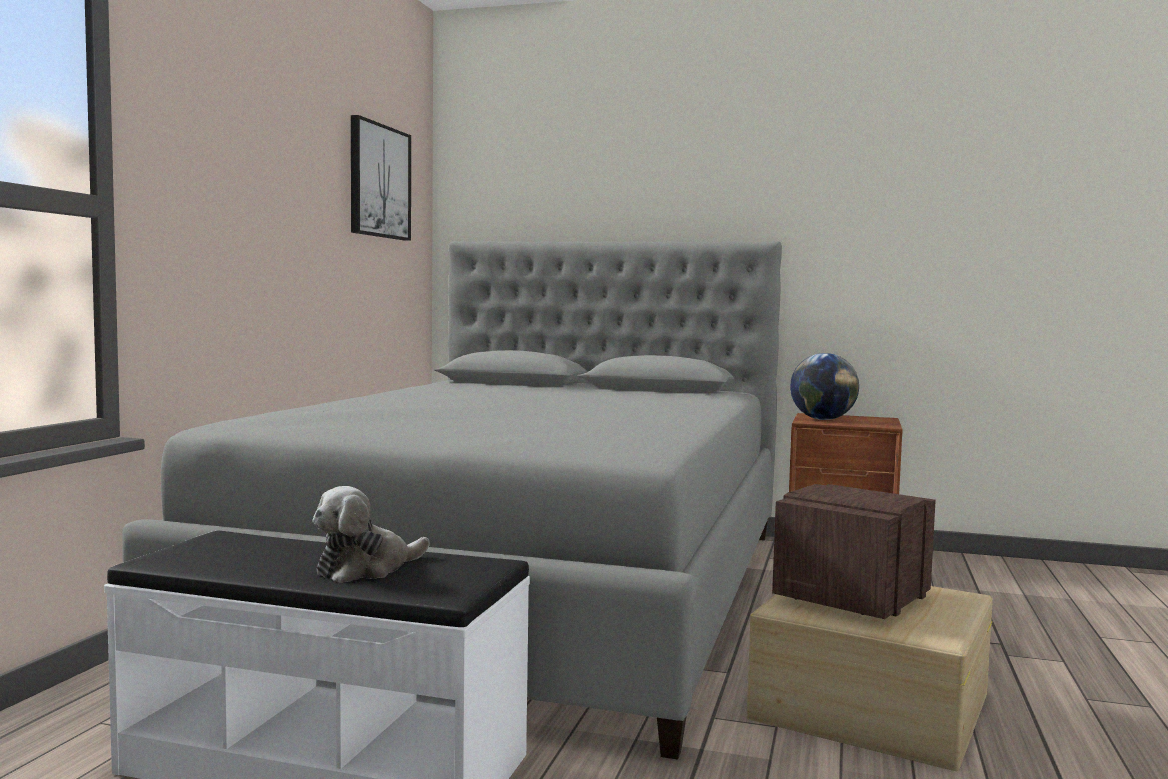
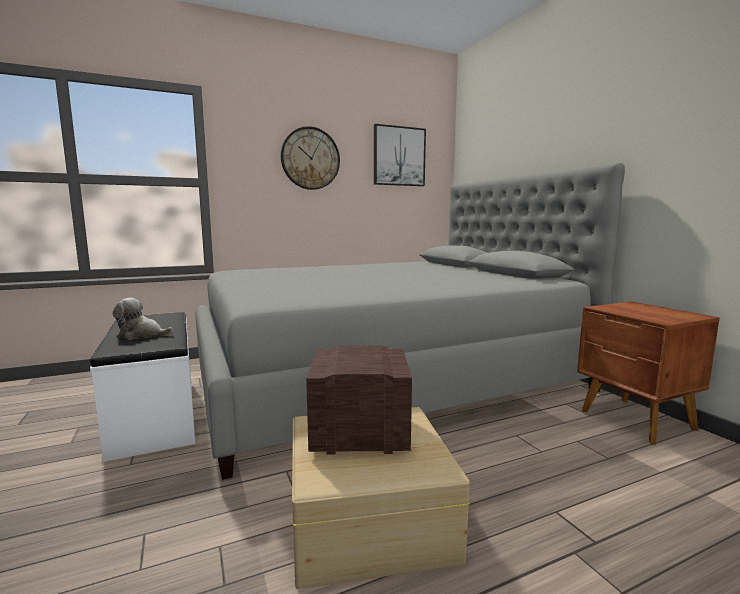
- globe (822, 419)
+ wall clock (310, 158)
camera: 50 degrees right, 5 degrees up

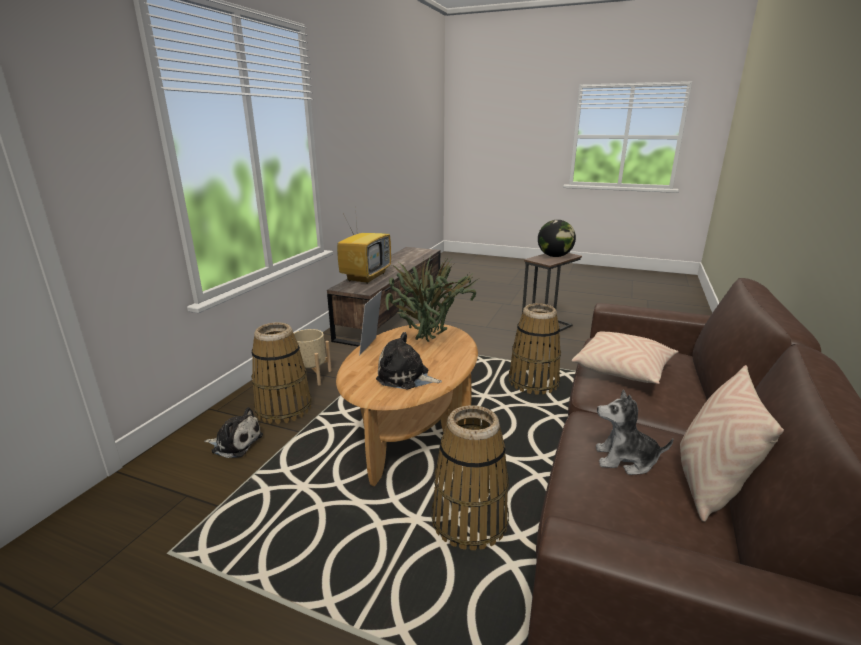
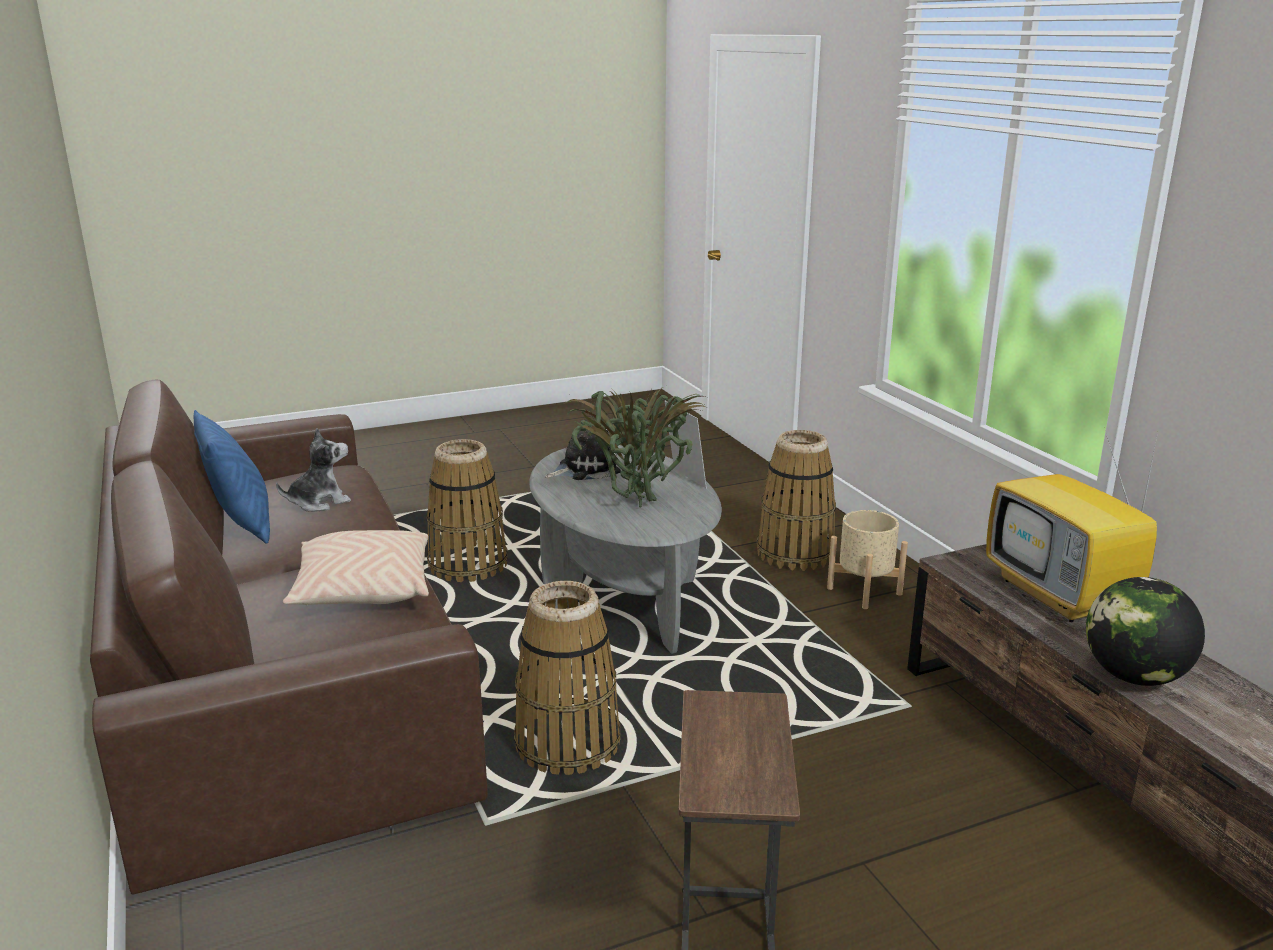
~ globe (554, 256) to (1134, 676)
~ brown coffee table (412, 432) to grey coffee table (622, 596)
~ beige pillow (707, 484) to blue pillow (242, 524)
- plush toy (235, 443)
camera: 135 degrees right, 0 degrees up

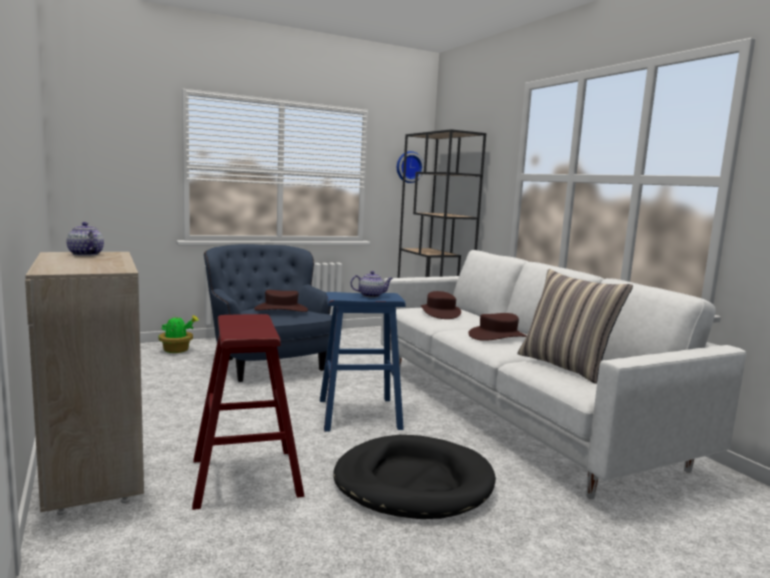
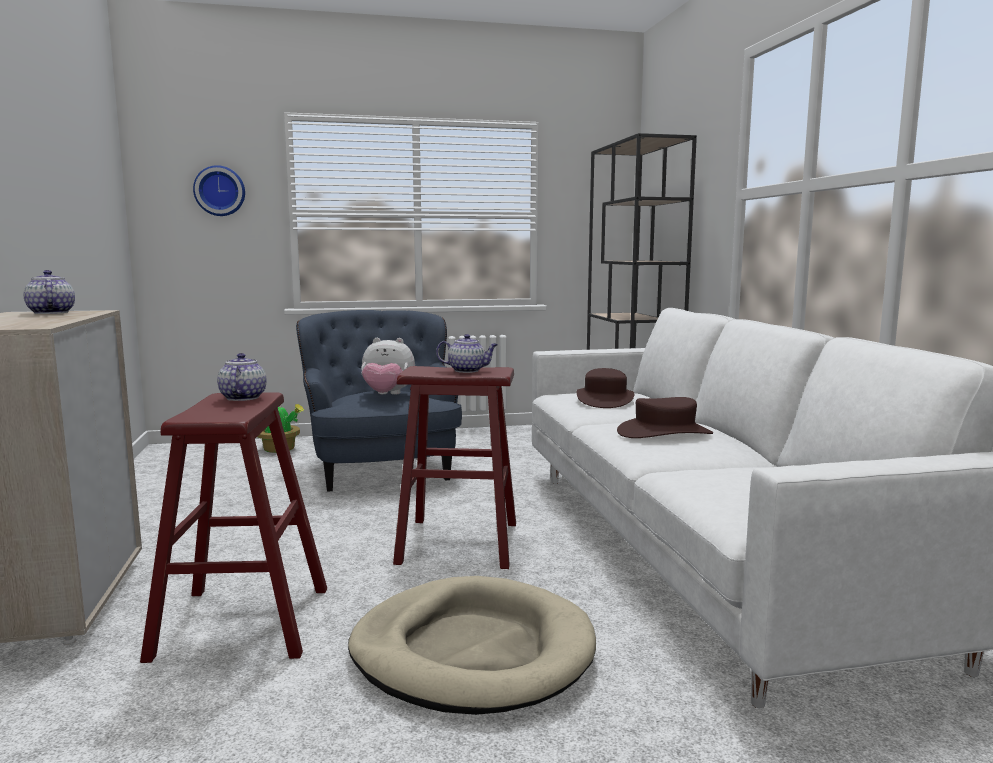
~ wall clock (409, 167) to (220, 191)
- pillow (566, 366)
~ brown hat (281, 309) to plush toy (387, 395)
~ blue stool (359, 414) to red stool (459, 542)
~ black dog bed (413, 483) to beige dog bed (472, 651)
+ teapot (242, 397)
camera: 15 degrees right, 0 degrees up

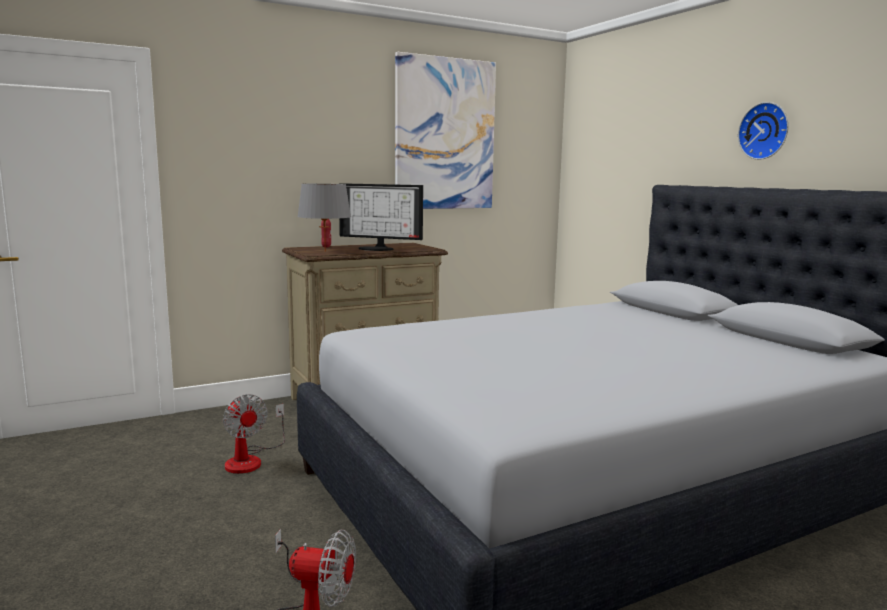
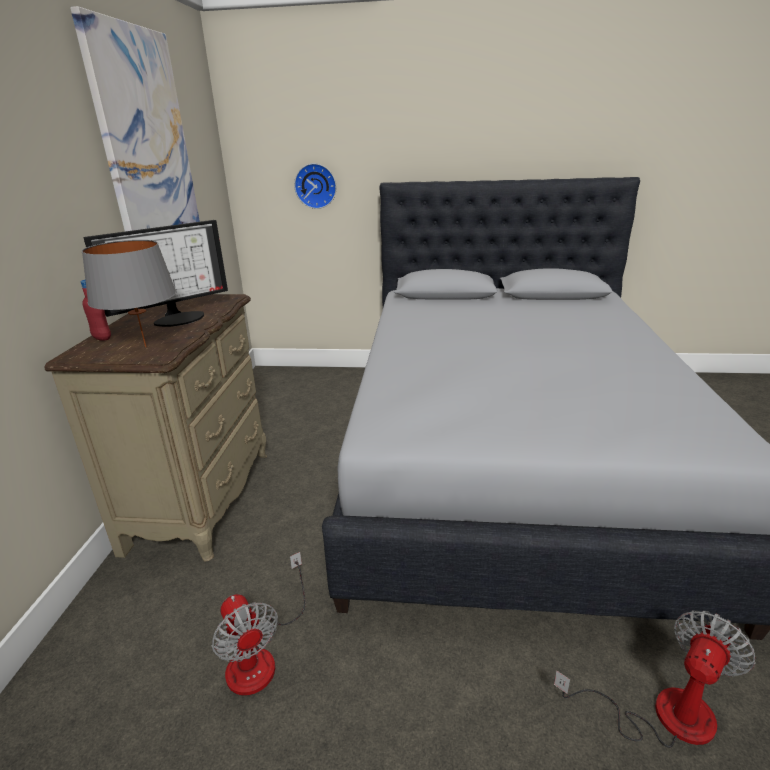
~ wall clock (765, 131) to (316, 186)
~ fan (250, 460) = (261, 655) 60 degrees clockwise
camera: 55 degrees left, 15 degrees up

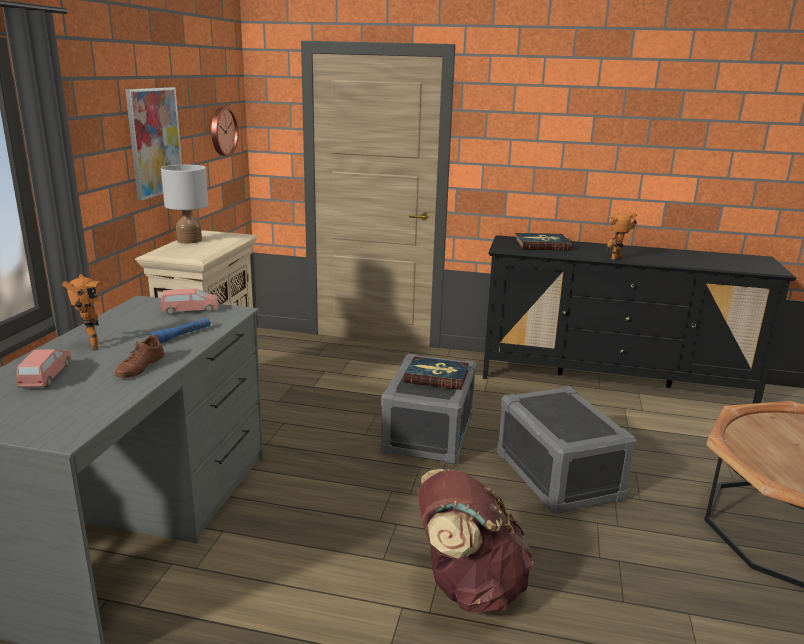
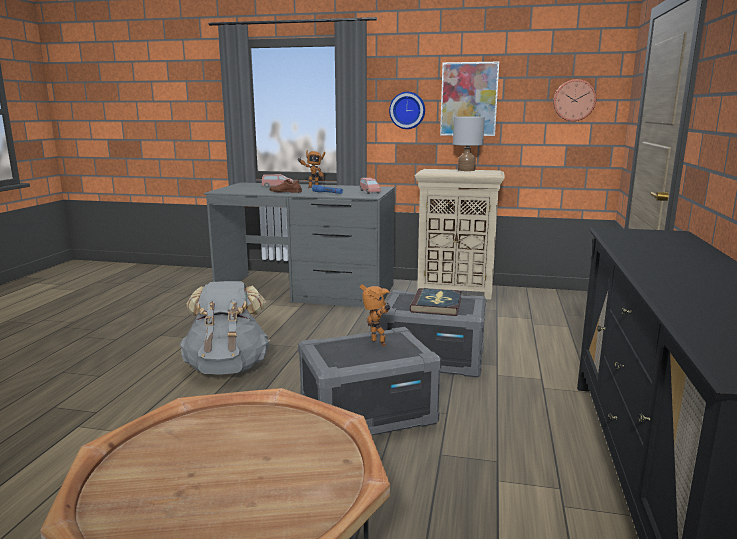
~ toy robot (618, 259) to (376, 344)
- book (542, 245)
~ brown backpack (468, 586) to grey backpack (228, 367)
+ wall clock (407, 110)
camera: 90 degrees right, 5 degrees down

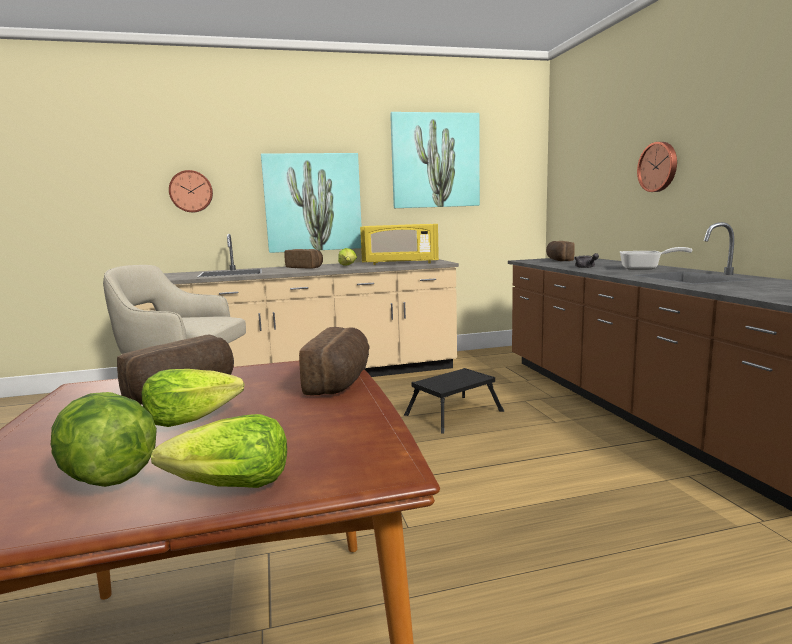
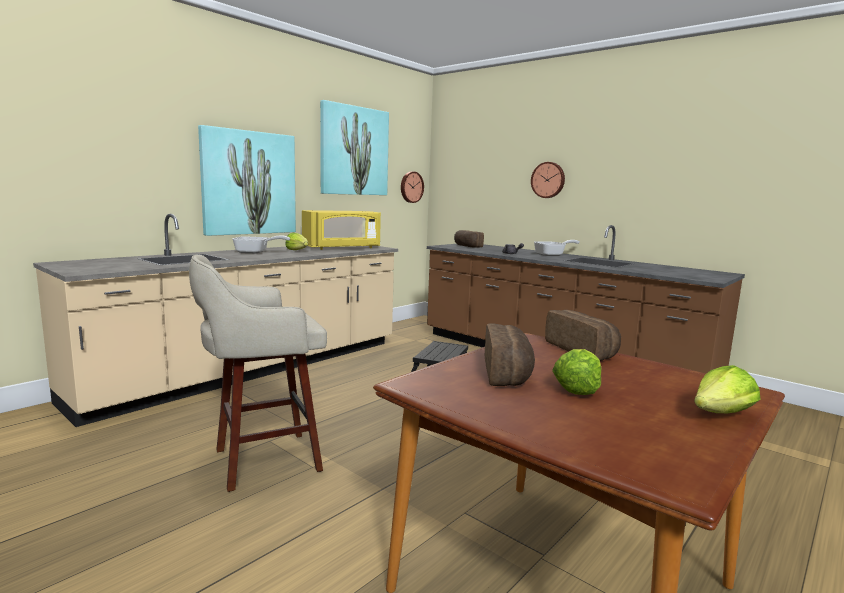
~ wall clock (191, 191) to (411, 187)
~ bread (305, 267) to frying pan (255, 252)
- lettuce (107, 476)
camera: 35 degrees left, 0 degrees up

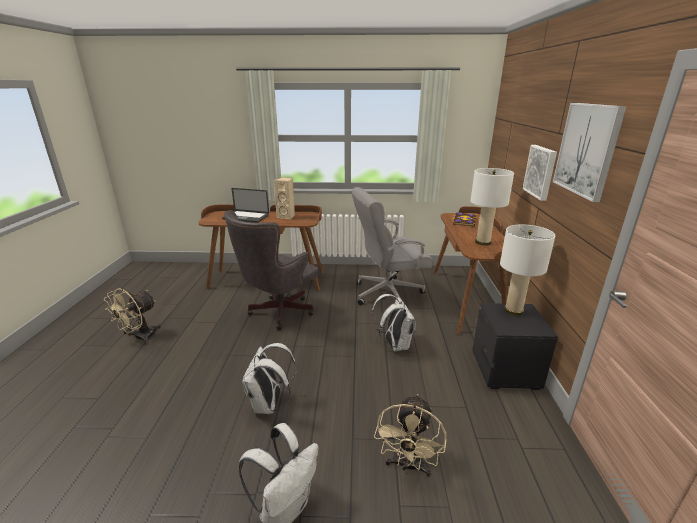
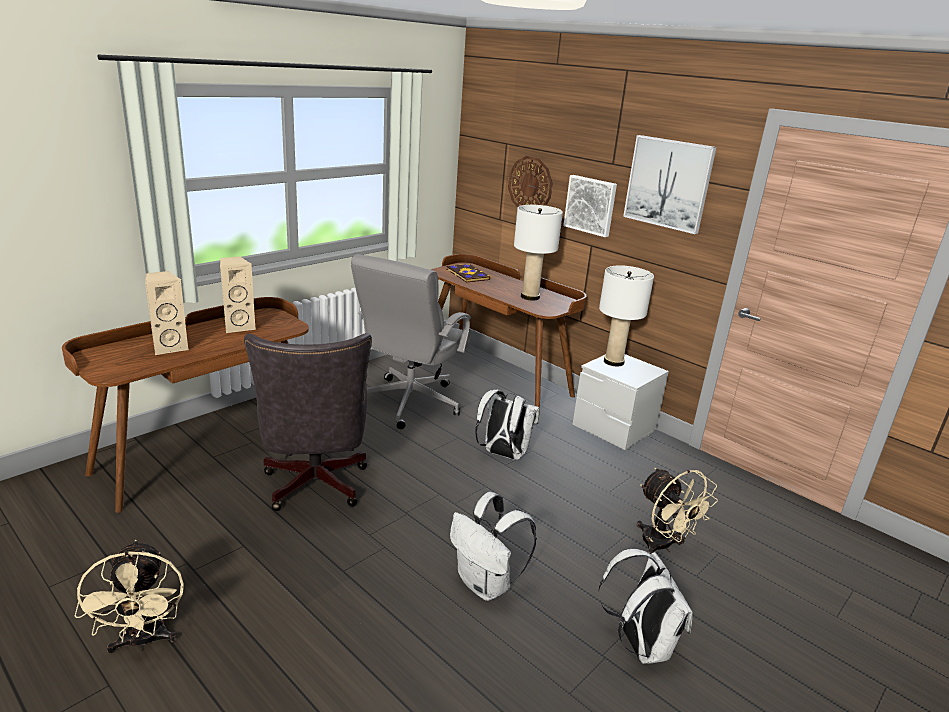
~ laptop (246, 217) to beige speaker (170, 347)
~ black nightstand (506, 370) to white nightstand (614, 429)
+ wall clock (530, 185)
camera: 50 degrees left, 0 degrees up

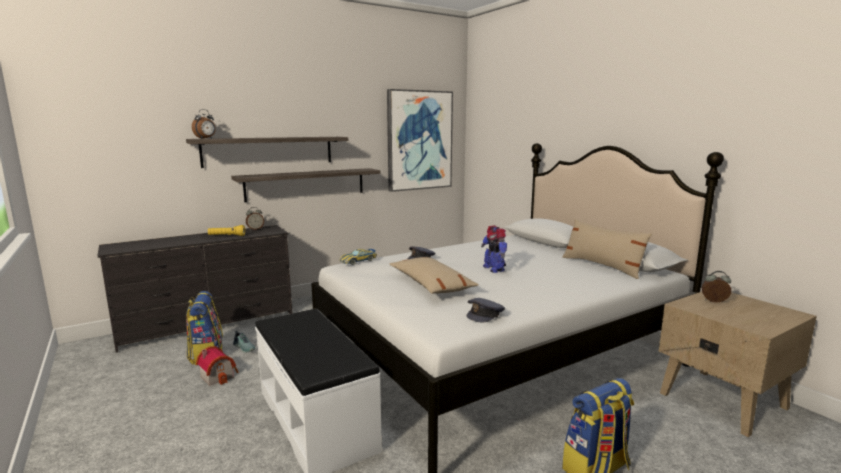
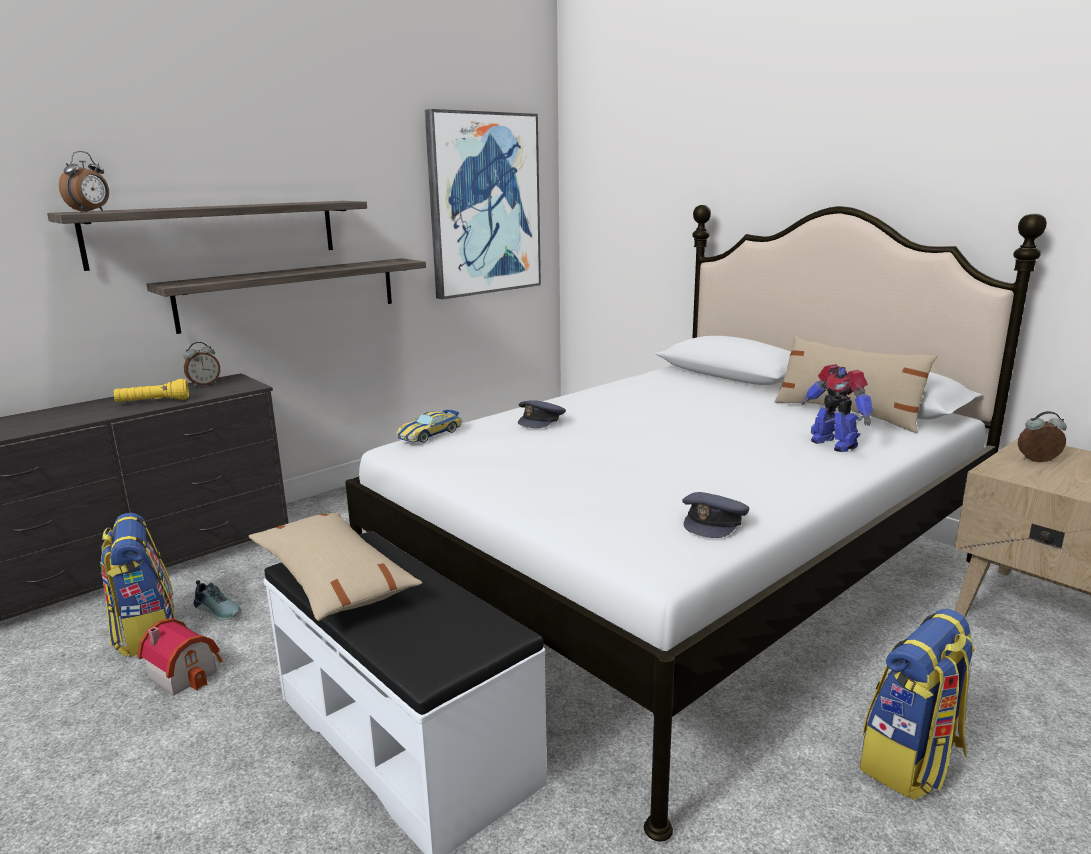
~ toy robot (494, 269) to (834, 444)
~ beige pillow (431, 285) to (332, 579)
camera: 10 degrees left, 5 degrees up

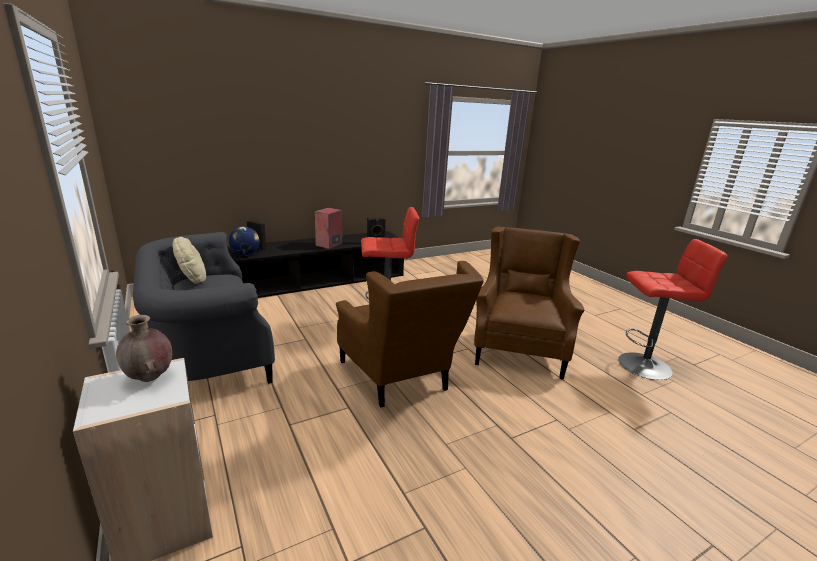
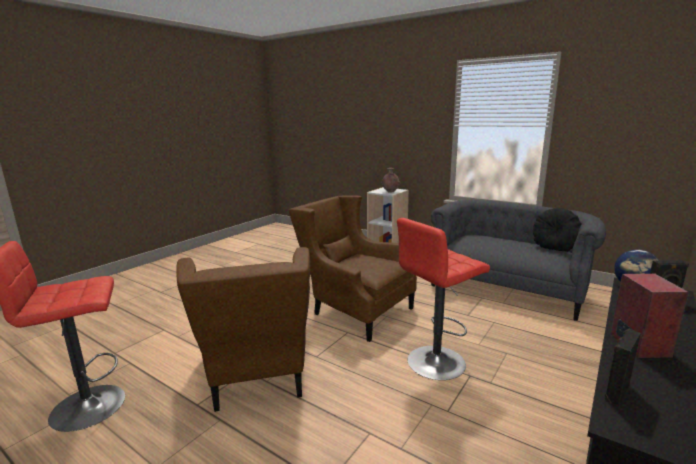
~ beige pillow (192, 280) to black pillow (554, 248)
camera: 155 degrees right, 5 degrees down

